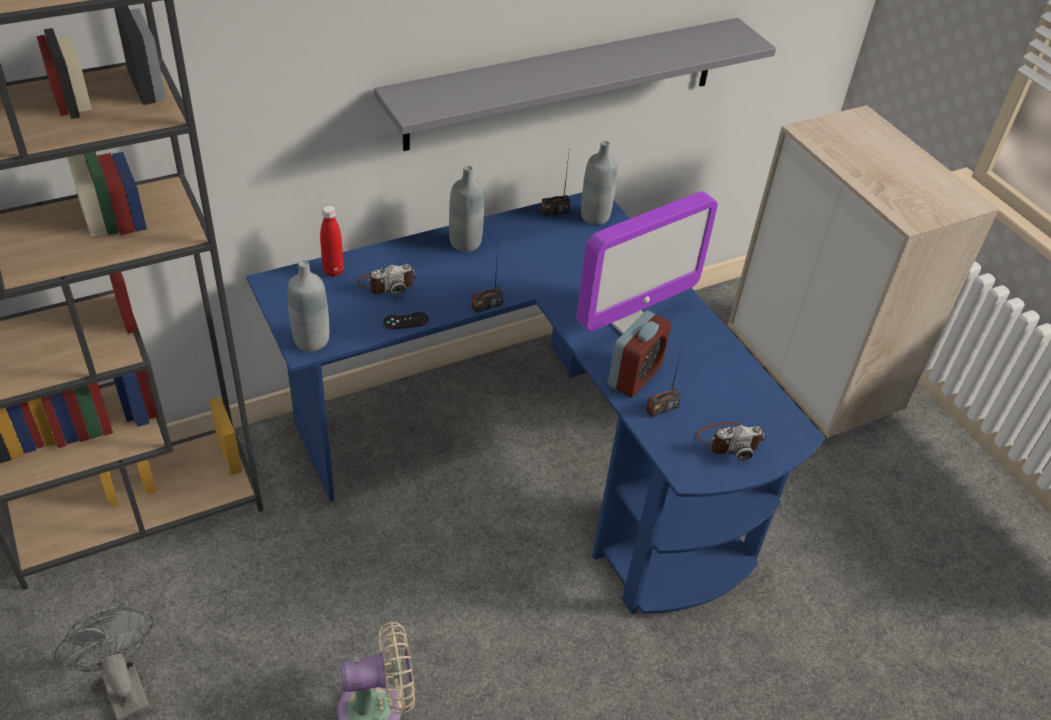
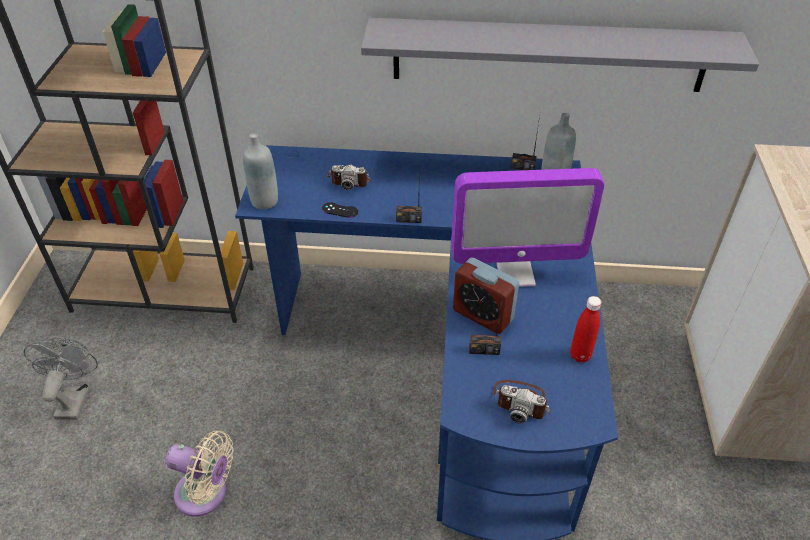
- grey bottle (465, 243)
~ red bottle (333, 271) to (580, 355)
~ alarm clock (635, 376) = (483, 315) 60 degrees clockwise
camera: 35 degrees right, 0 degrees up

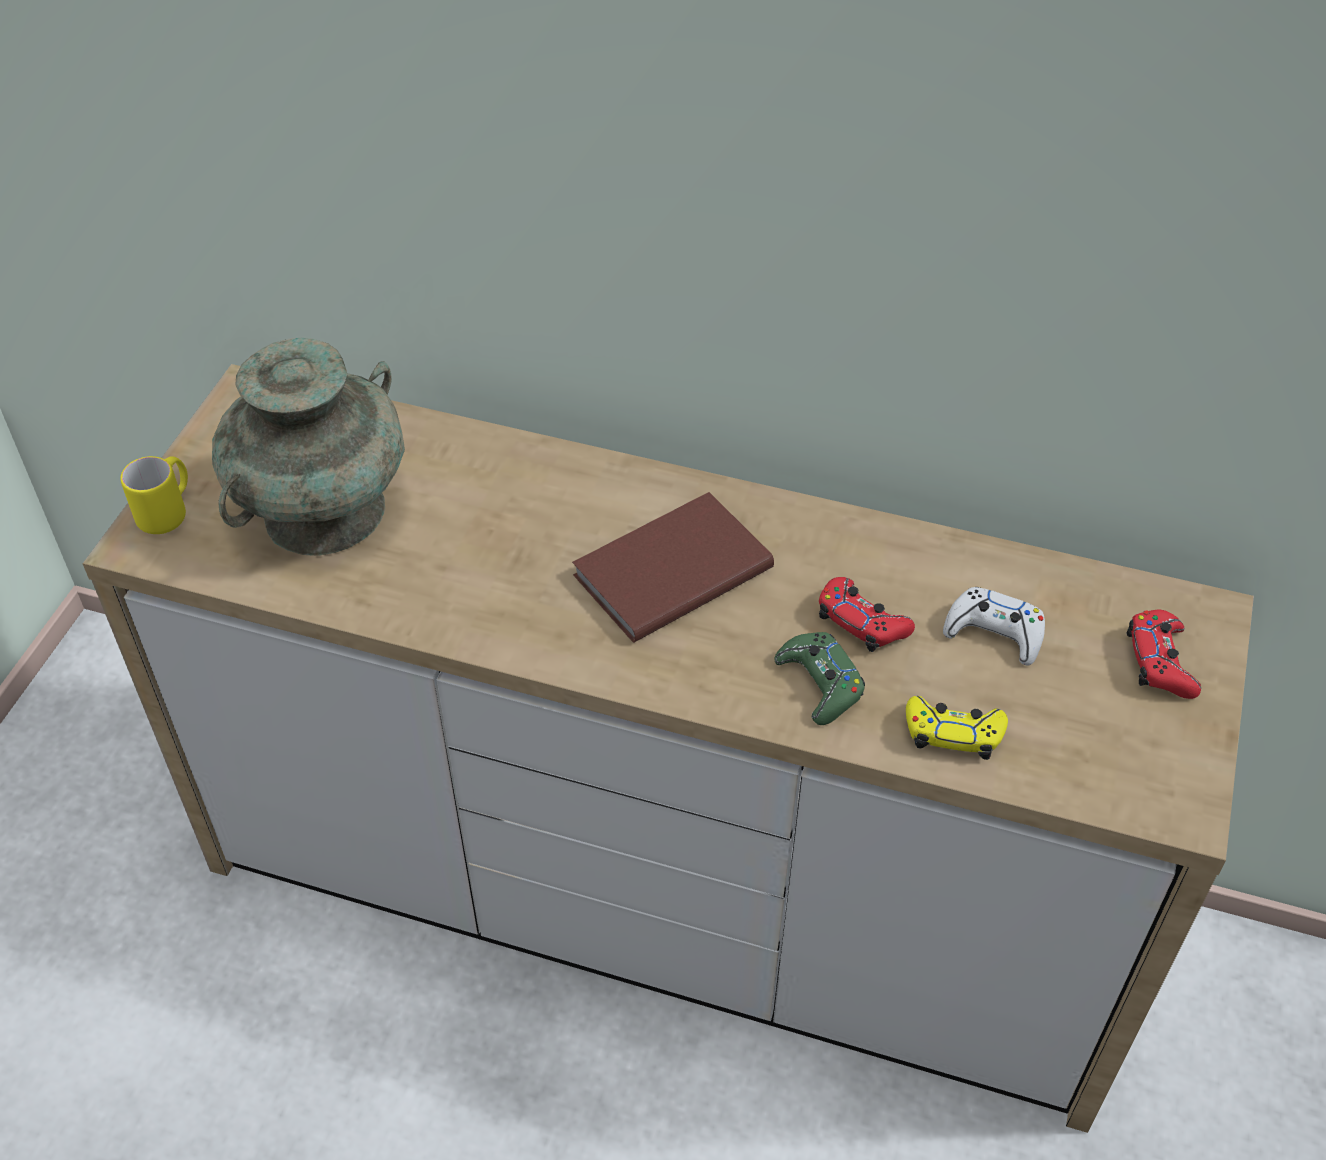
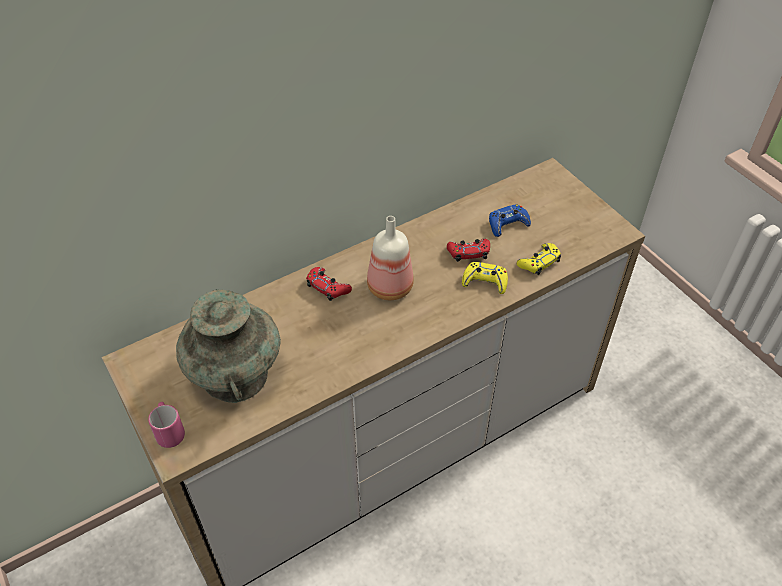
~ yellow mug (168, 512) to pink mug (169, 432)
~ brown book (668, 570) to bottle (389, 288)
~ white game controller (994, 633) to blue game controller (507, 224)
~ red game controller (1160, 662) to (328, 287)
~ green game controller (820, 684) to yellow game controller (485, 281)
camera: 50 degrees left, 0 degrees up

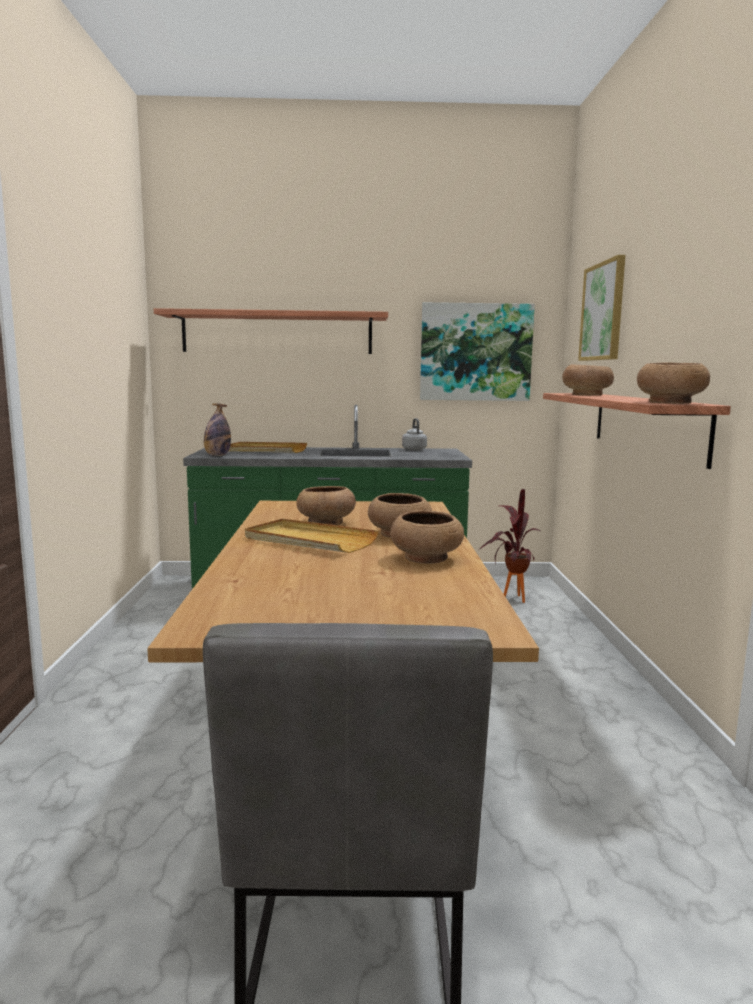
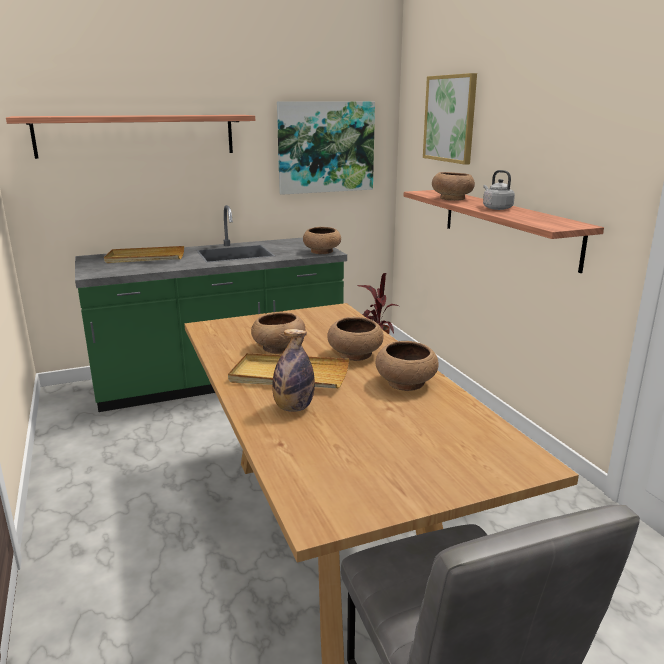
~ brown bowl (670, 403) to (322, 252)
~ bottle (217, 455) to (293, 408)
~ grey kettle (413, 449) to (496, 208)
camera: 20 degrees left, 10 degrees up

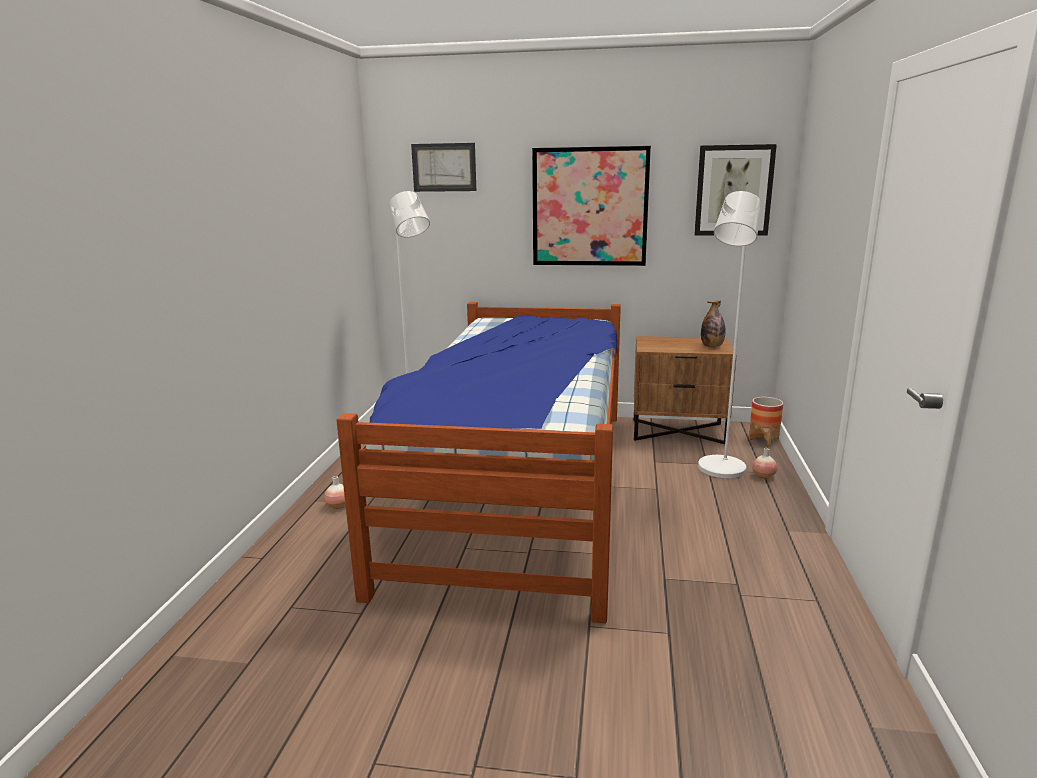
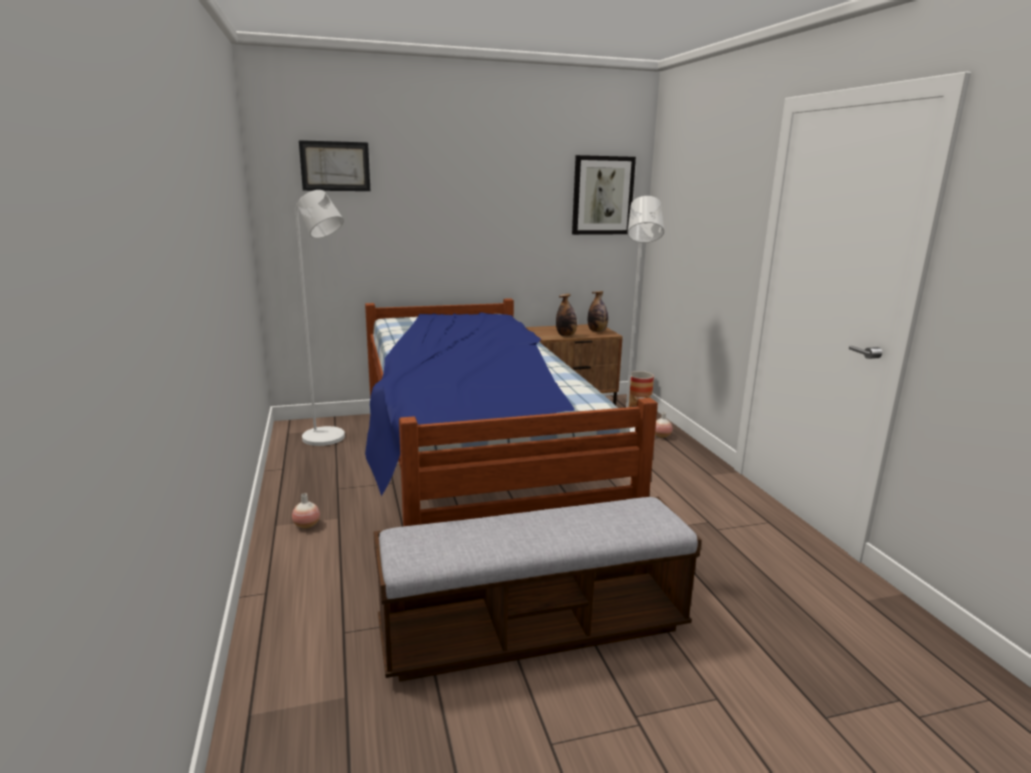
- picture (589, 207)
+ bottle (566, 335)
+ bench (534, 630)
camera: 25 degrees left, 0 degrees up

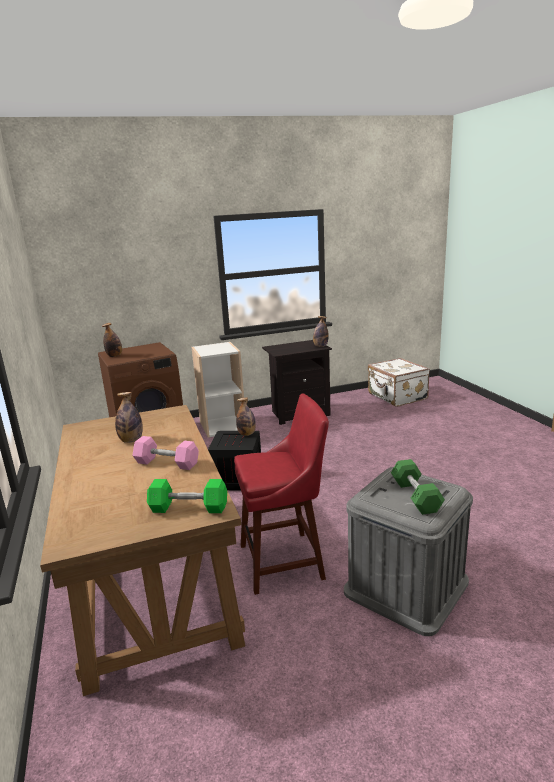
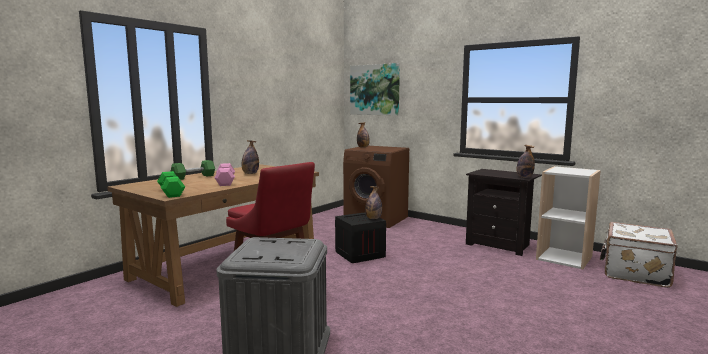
~ bookcase (223, 426) to (564, 258)
~ green dumbbell (415, 496) to (193, 177)
+ picture (375, 90)
camera: 55 degrees right, 10 degrees down

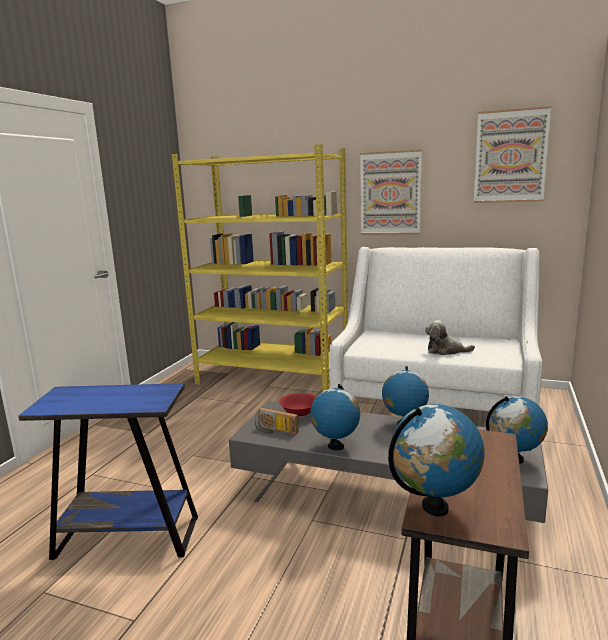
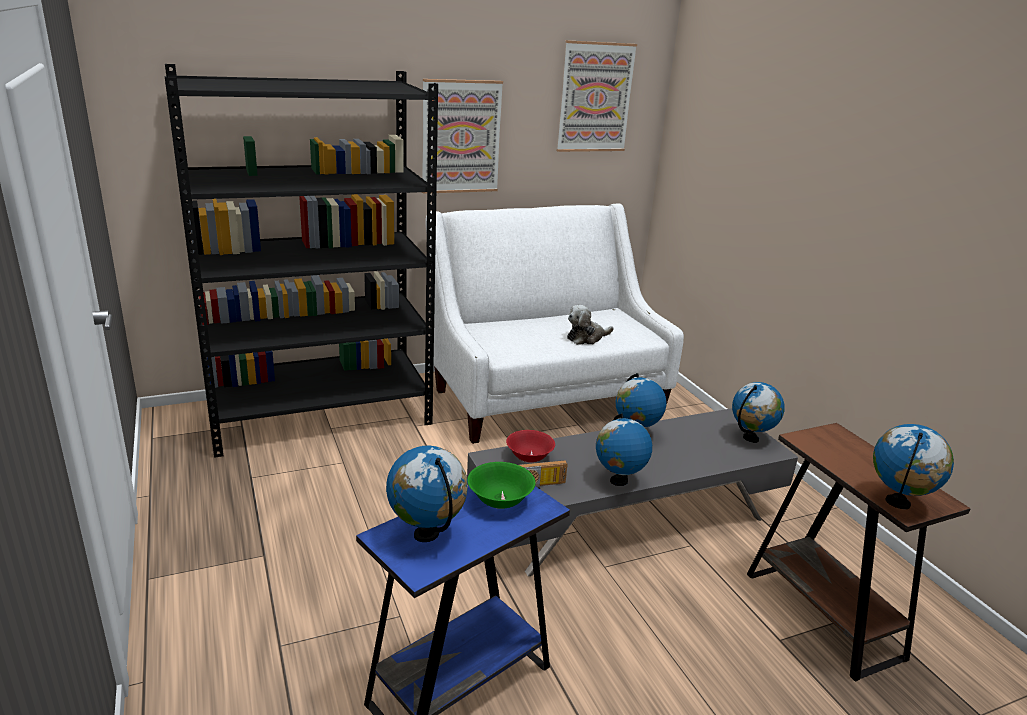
~ yellow bookcase (273, 377) to black bookcase (320, 413)
+ globe (427, 534)
+ green bowl (499, 501)
camera: 45 degrees left, 10 degrees up

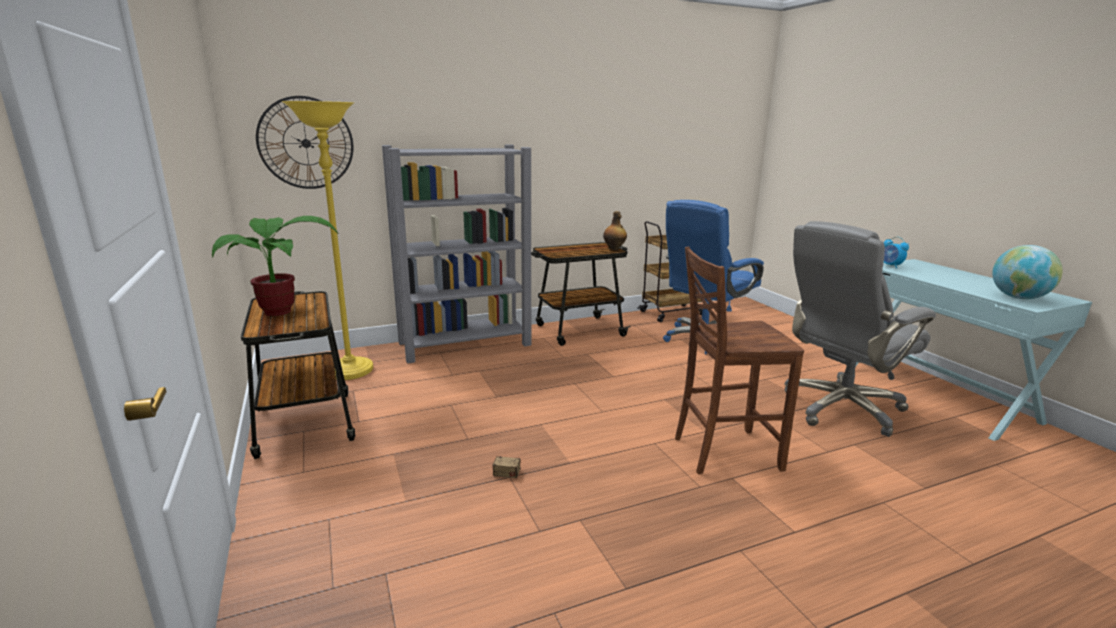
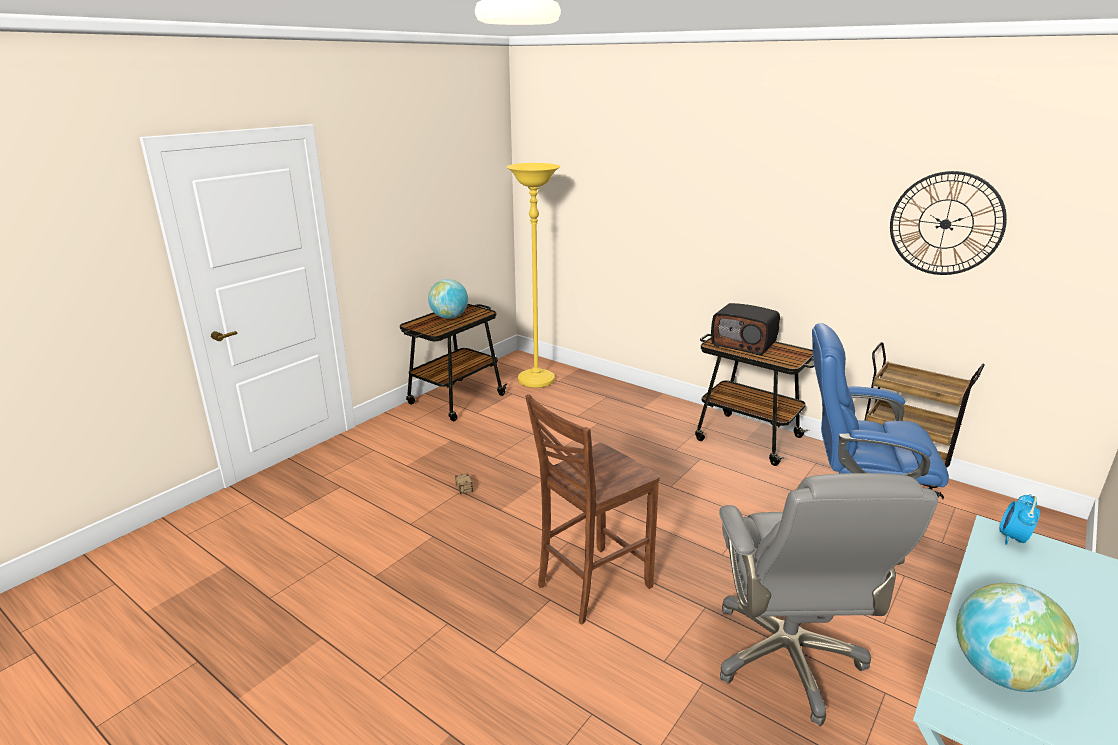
~ wall clock (306, 143) to (945, 224)
- grey bookcase (465, 344)
- bottle (614, 248)
~ potted plant (283, 311) to globe (449, 317)
~ grey office chair (838, 409) = (785, 661) 120 degrees counterclockwise
~ brown chair (723, 452) = (590, 585) 90 degrees counterclockwise
+ radio (744, 344)
camera: 60 degrees right, 5 degrees up

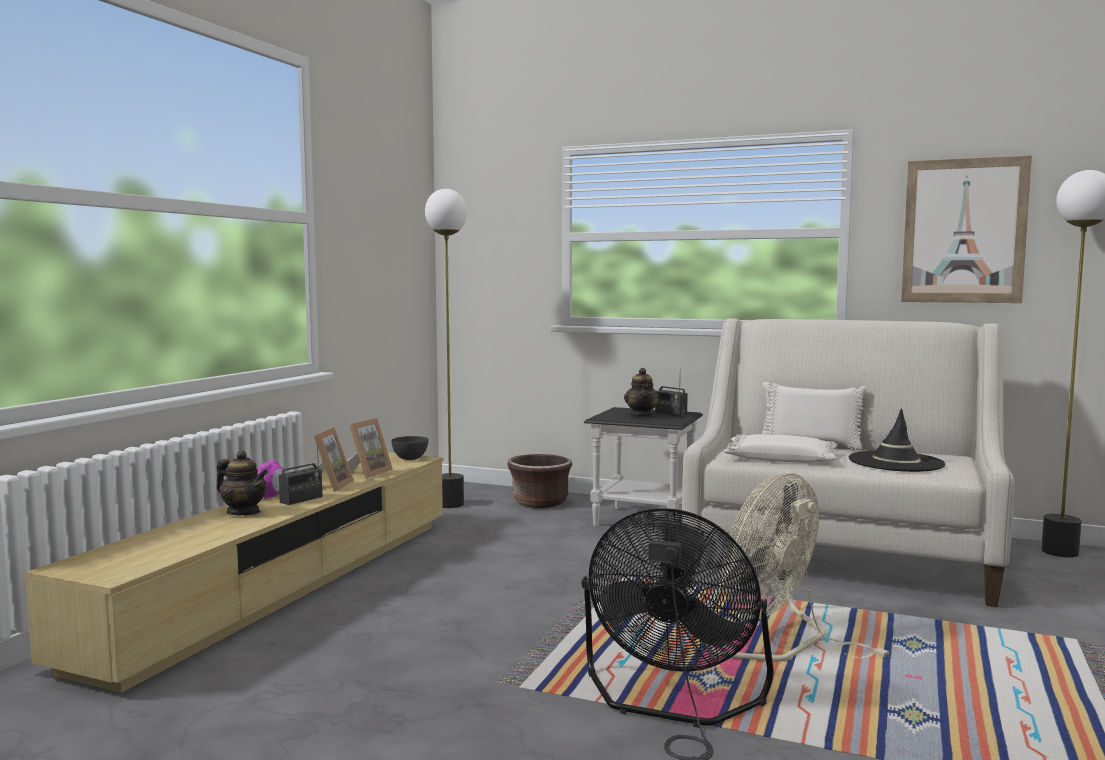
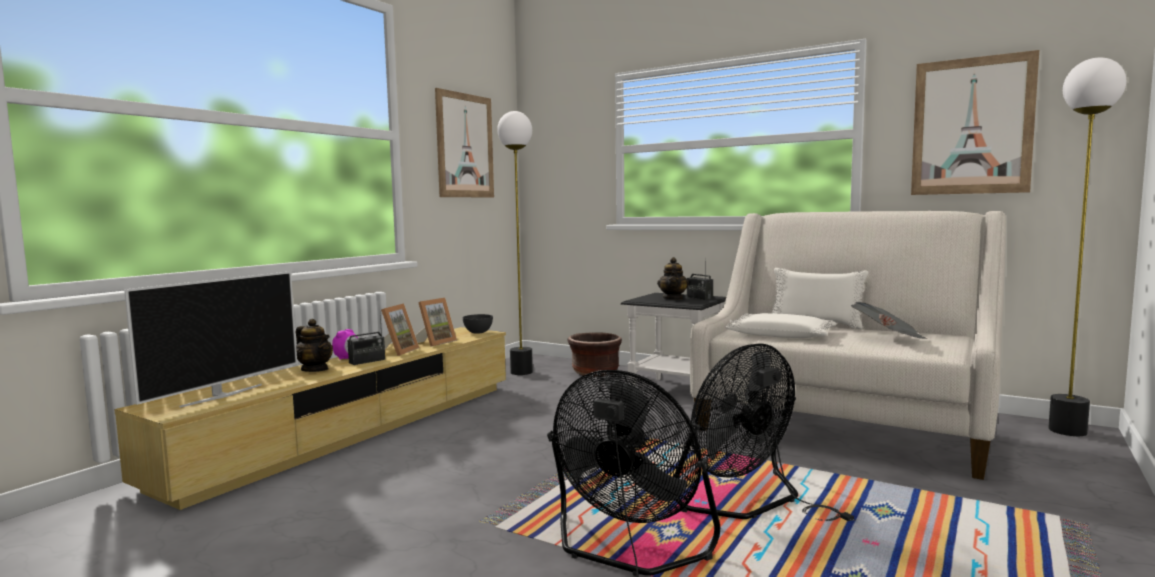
~ black hat (895, 462) to newspaper (888, 339)
~ beige fan (787, 641) to black fan (759, 500)
+ picture (465, 146)
+ television (222, 395)
camera: 10 degrees right, 0 degrees up

